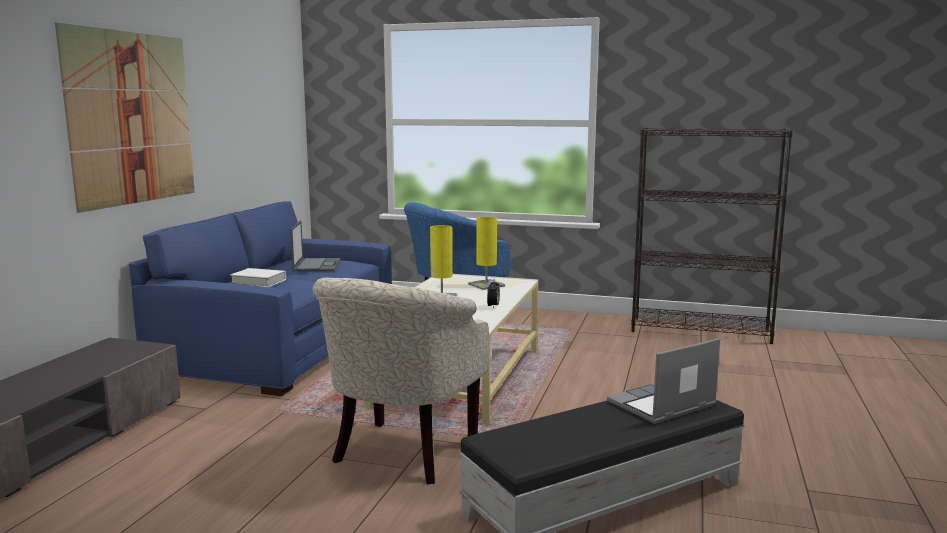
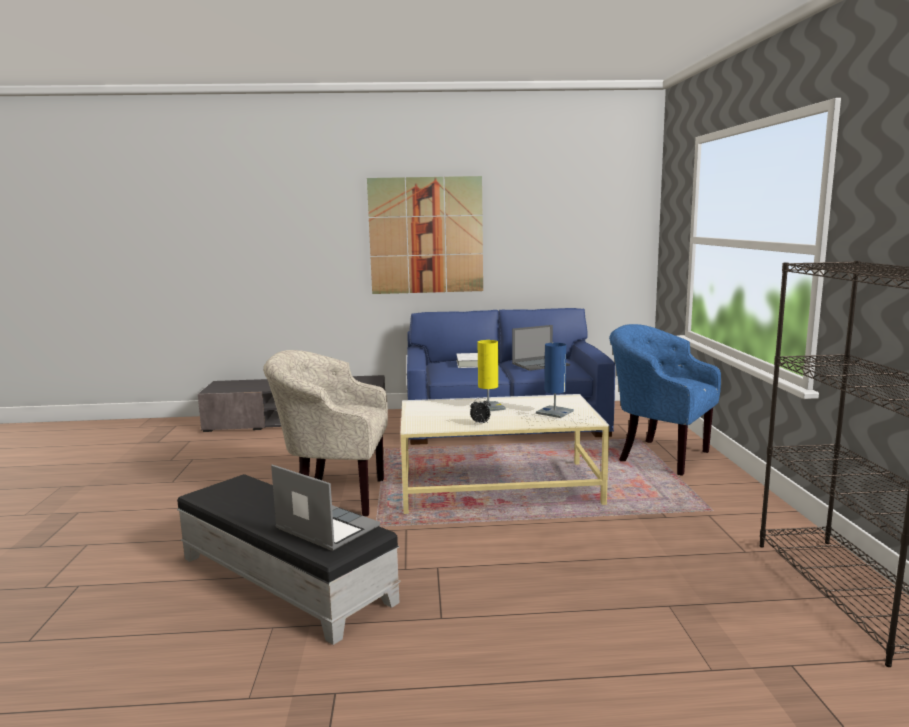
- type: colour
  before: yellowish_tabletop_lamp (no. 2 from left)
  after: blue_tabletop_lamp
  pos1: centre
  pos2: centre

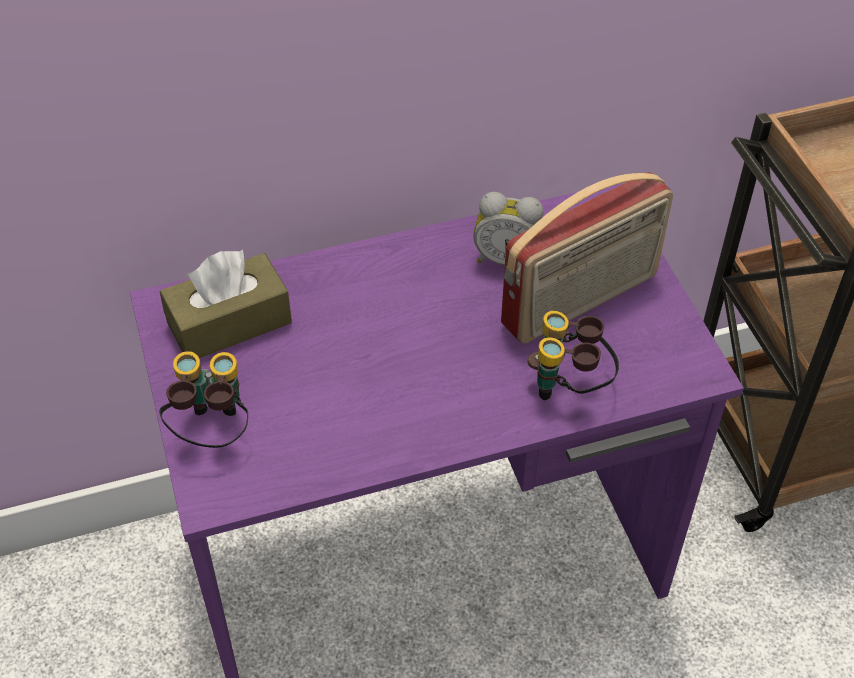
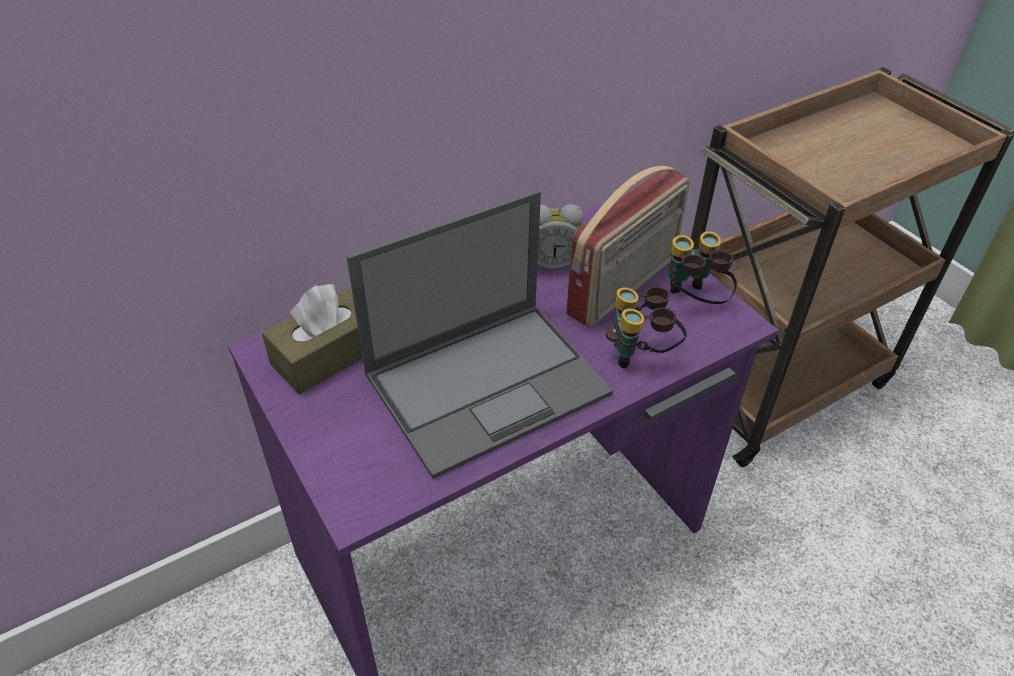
- type: relocated
  before: pair_of_binoculars (no. 1 from left in the first image)
  after: pair_of_binoculars (no. 2 from left)
  pos1: middle left
  pos2: middle right
- type: appeared
  after: laptop
  pos2: centre

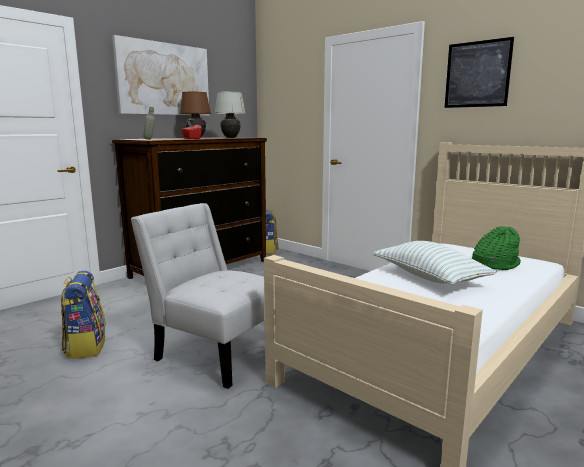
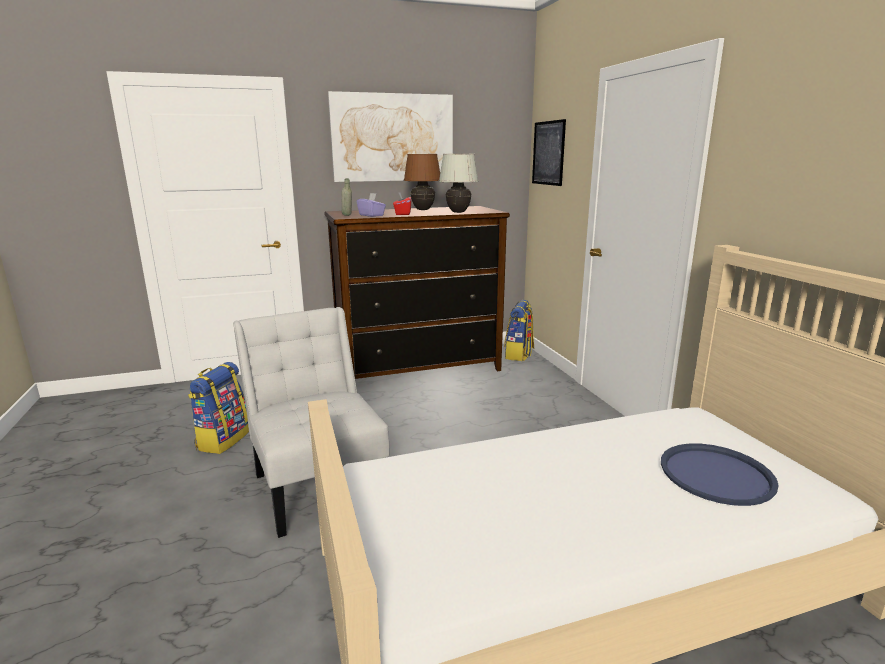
- type: relocated
  before: wall_picture (no. 2 from left)
  pos1: top right
  pos2: top centre
- type: exchanged
  before: green_wearable_hat
  after: blue_carrying_tray
  pos1: middle right
  pos2: bottom right
- type: missing
  before: pillow
  pos1: middle right
- type: appeared
  after: purple_box_of_tissues
  pos2: top centre

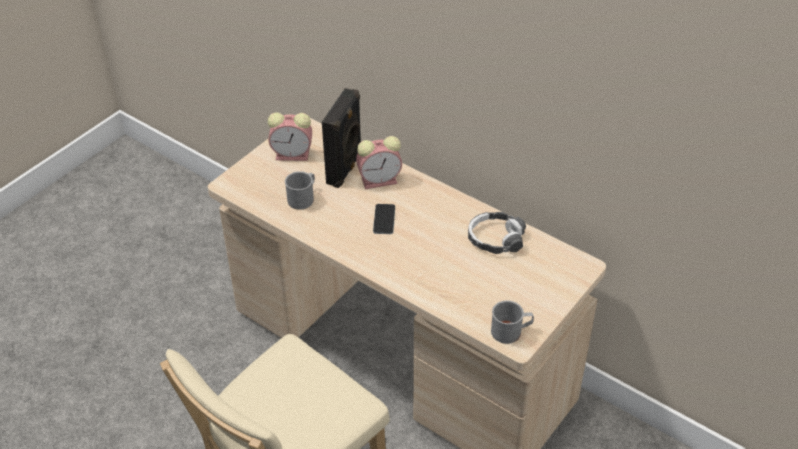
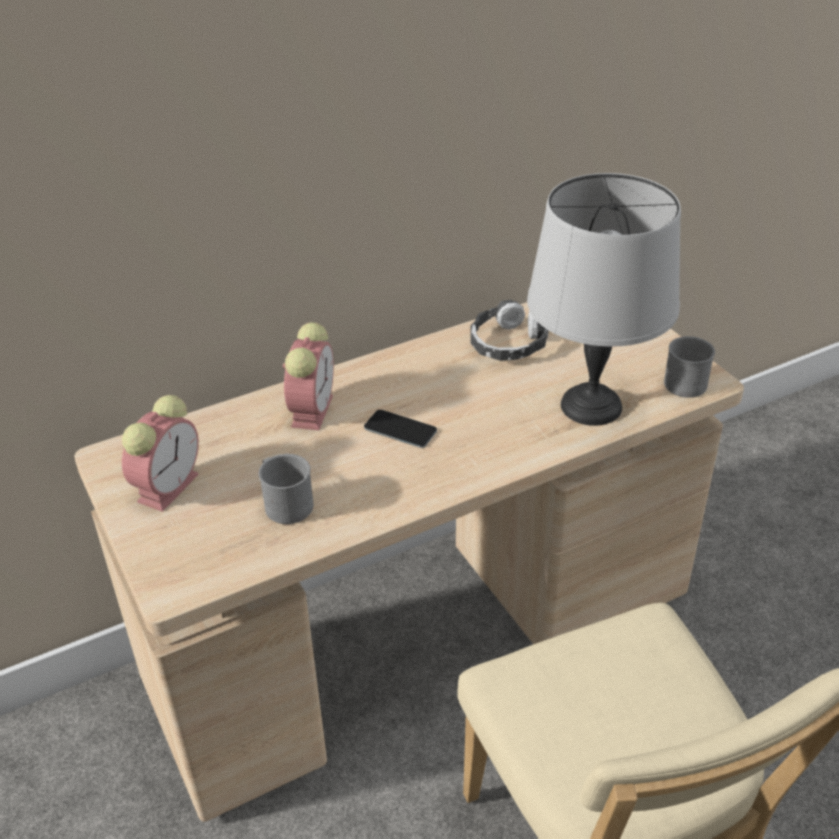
- type: missing
  before: black_speaker
  pos1: top centre
- type: appeared
  after: grey_tabletop_lamp
  pos2: middle right

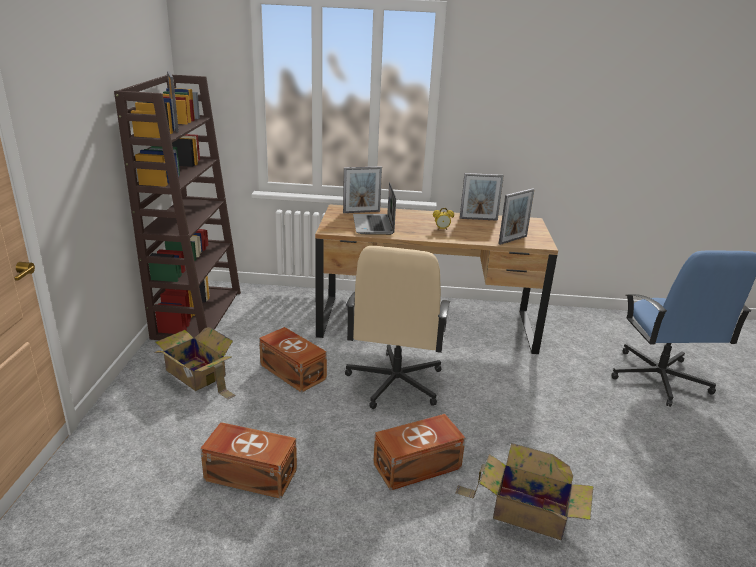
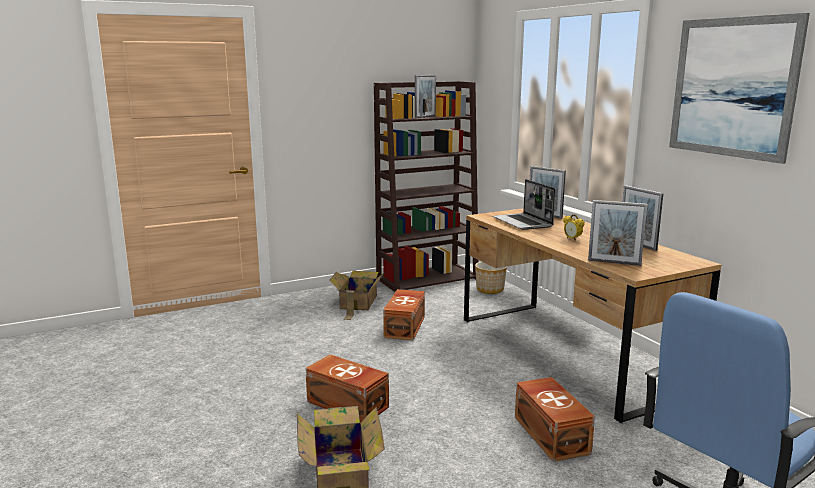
- type: spun
  before: laptop
  pos1: centre
  pos2: centre
  turn: -75
- type: missing
  before: beige-coloured_desk_chair
  pos1: centre
- type: relocated
  before: brownish_storage_box (no. 1 from left in the first image)
  after: brownish_storage_box (no. 3 from left)
  pos1: bottom left
  pos2: bottom right
- type: appeared
  after: wall_picture
  pos2: top right
- type: appeared
  after: planter
  pos2: centre

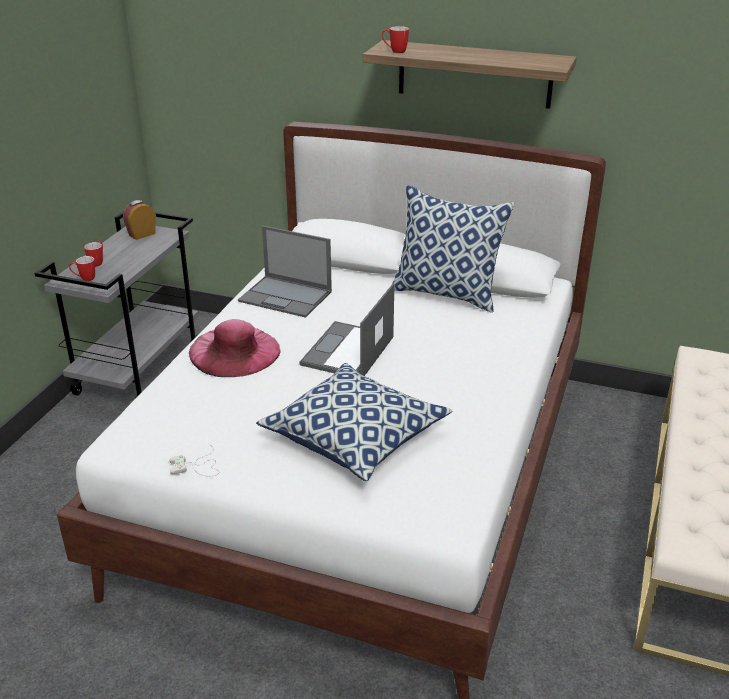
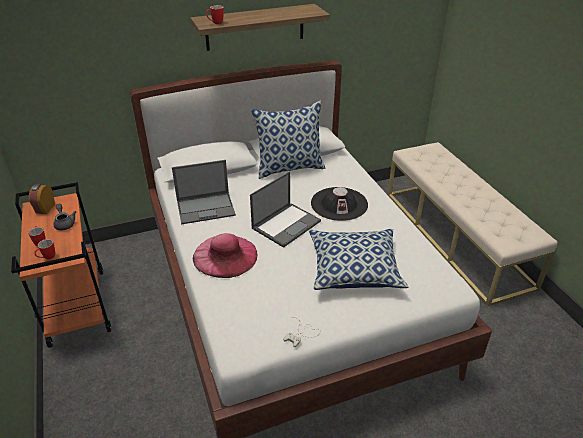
- type: colour
  before: grey_trolley
  after: orange-coloured_trolley
  pos1: middle left
  pos2: middle left
- type: spun
  before: laptop (no. 2 from left)
  pos1: centre
  pos2: centre
  turn: -120
- type: appeared
  after: black_wearable_hat
  pos2: centre
- type: appeared
  after: grey_teapot
  pos2: middle left

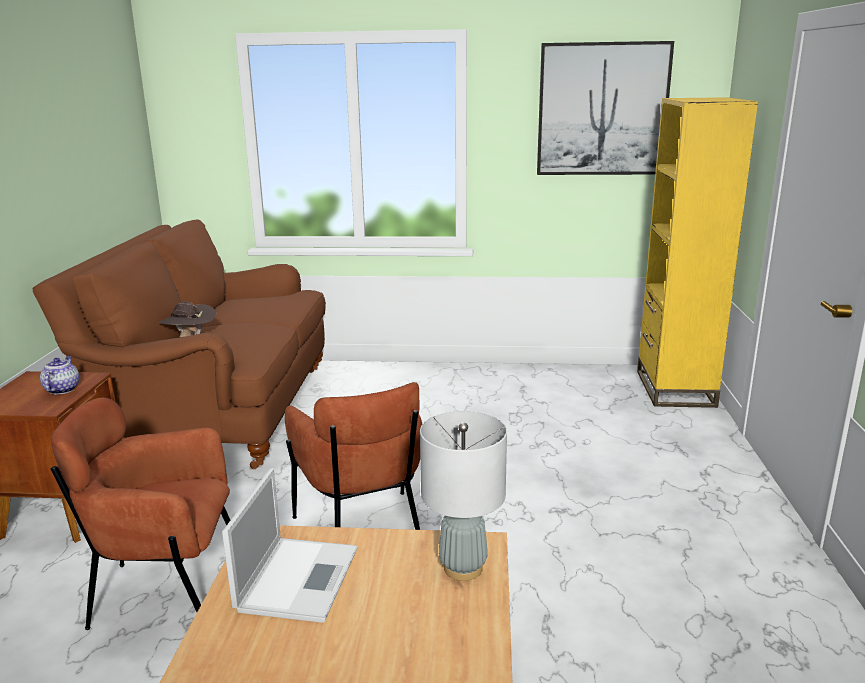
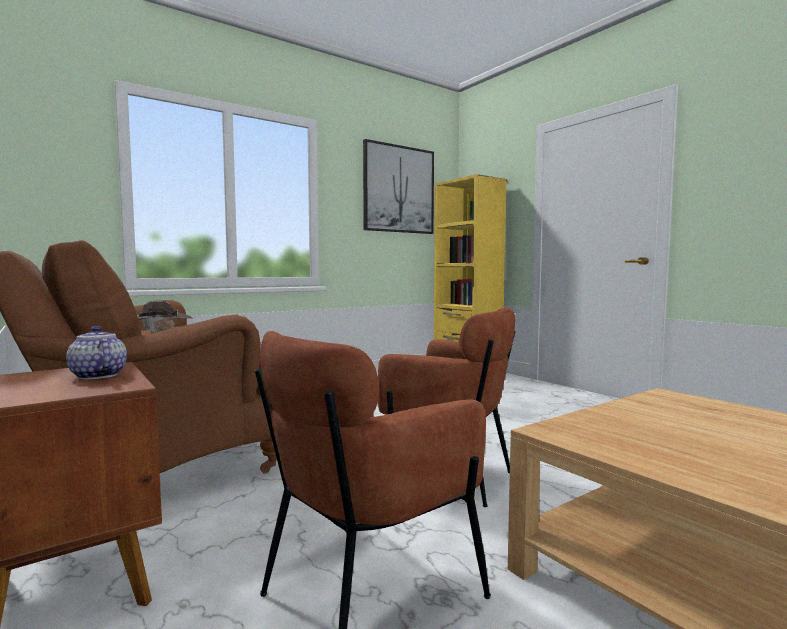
- type: missing
  before: grey_tabletop_lamp
  pos1: bottom centre
- type: missing
  before: laptop
  pos1: bottom centre

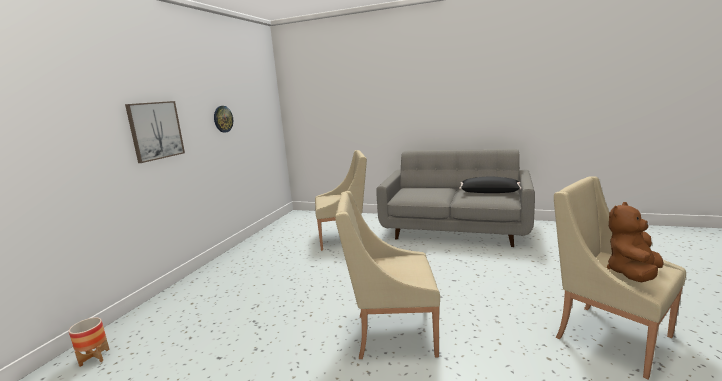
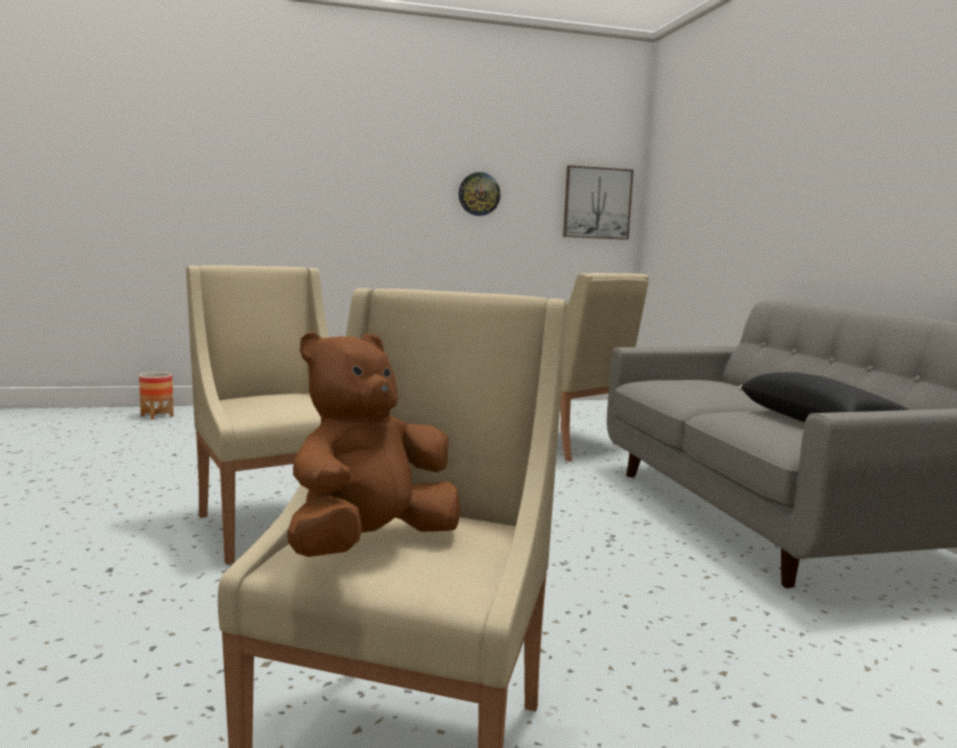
- type: relocated
  before: wall_picture
  pos1: middle left
  pos2: top centre
- type: spun
  before: brownish_plush_toy
  pos1: middle right
  pos2: centre
  turn: -60

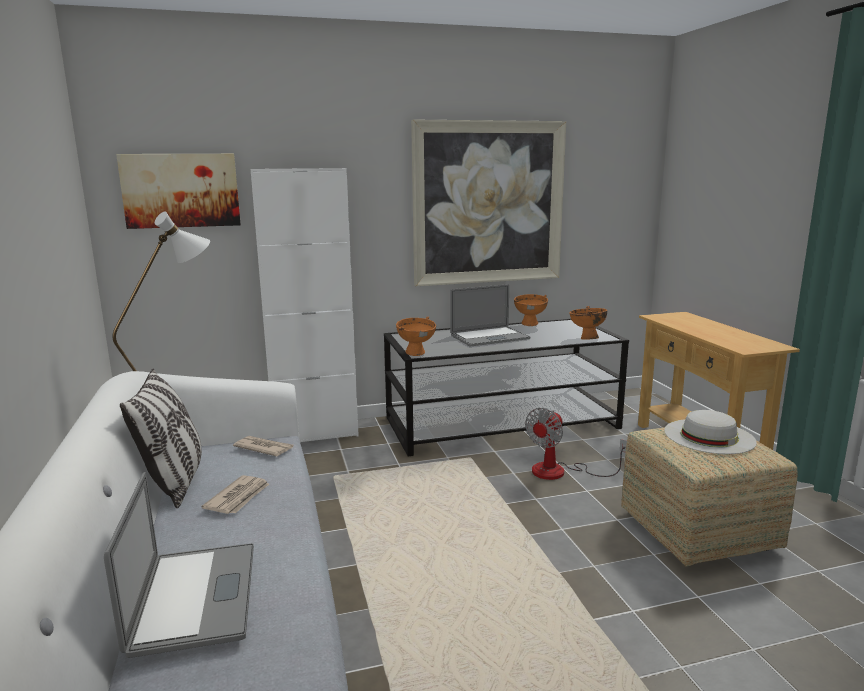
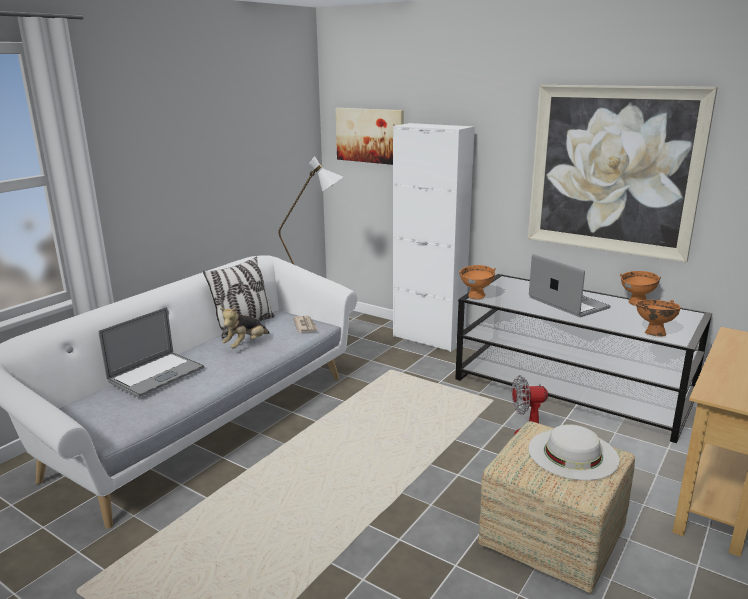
- type: spun
  before: laptop (no. 2 from left)
  pos1: centre
  pos2: middle right
  turn: -150
- type: exchanged
  before: daily_paper (no. 1 from left)
  after: plush_toy
  pos1: bottom left
  pos2: middle left

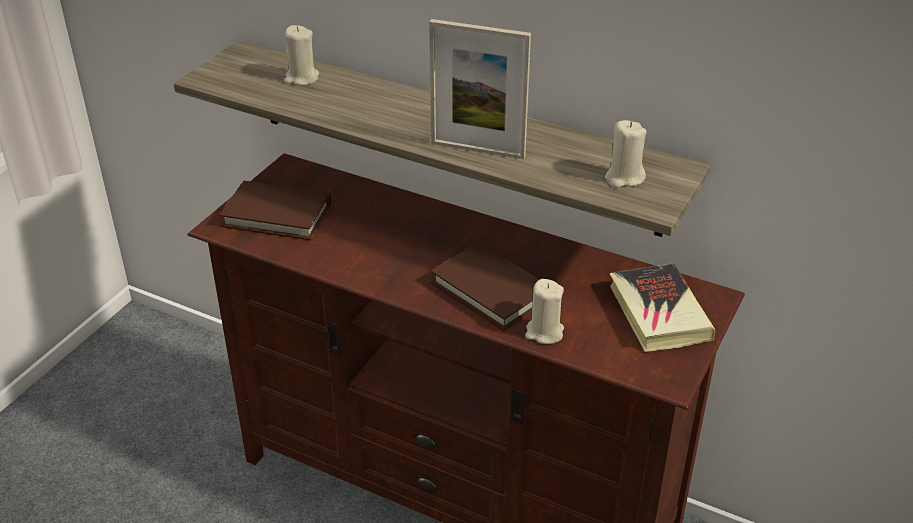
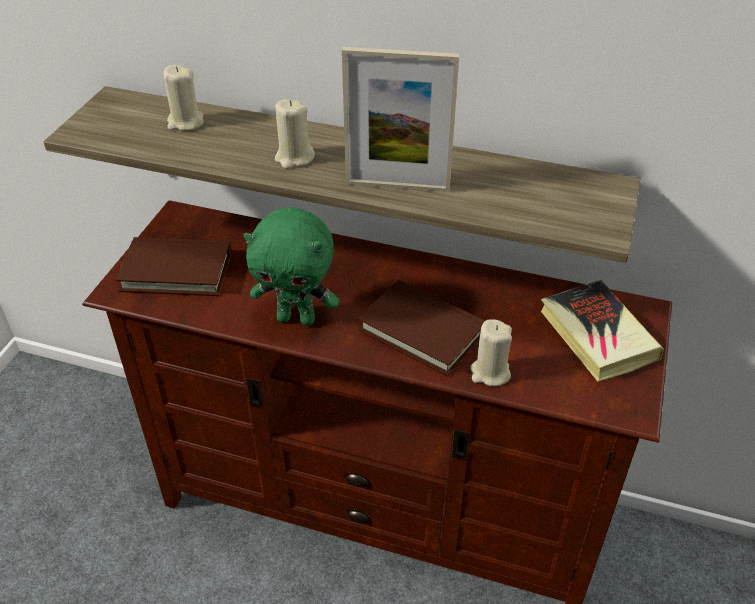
- type: relocated
  before: beige-coloured_wax_light (no. 3 from left in the first image)
  after: beige-coloured_wax_light (no. 2 from left)
  pos1: top right
  pos2: top centre
- type: appeared
  after: green_plush_toy
  pos2: centre

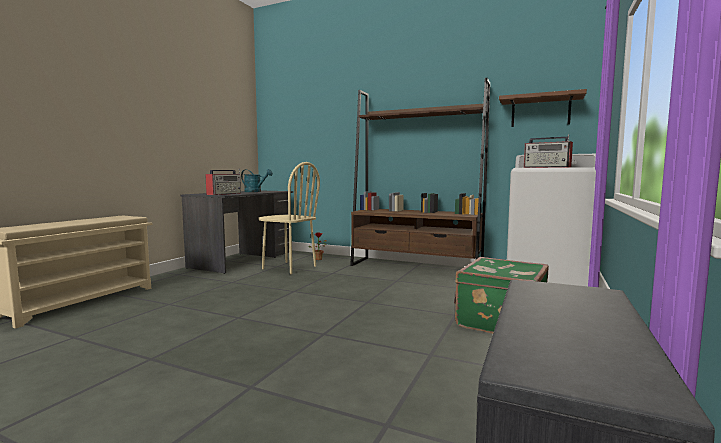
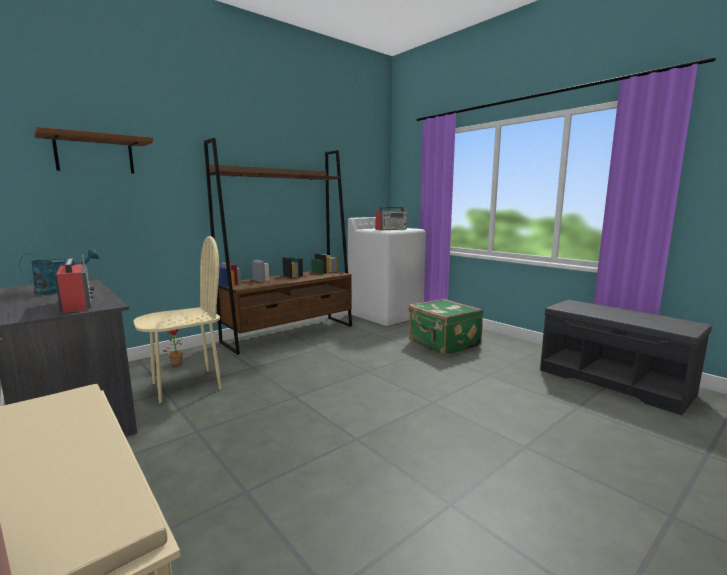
- type: relocated
  before: brownish_shelf
  pos1: top right
  pos2: top left

